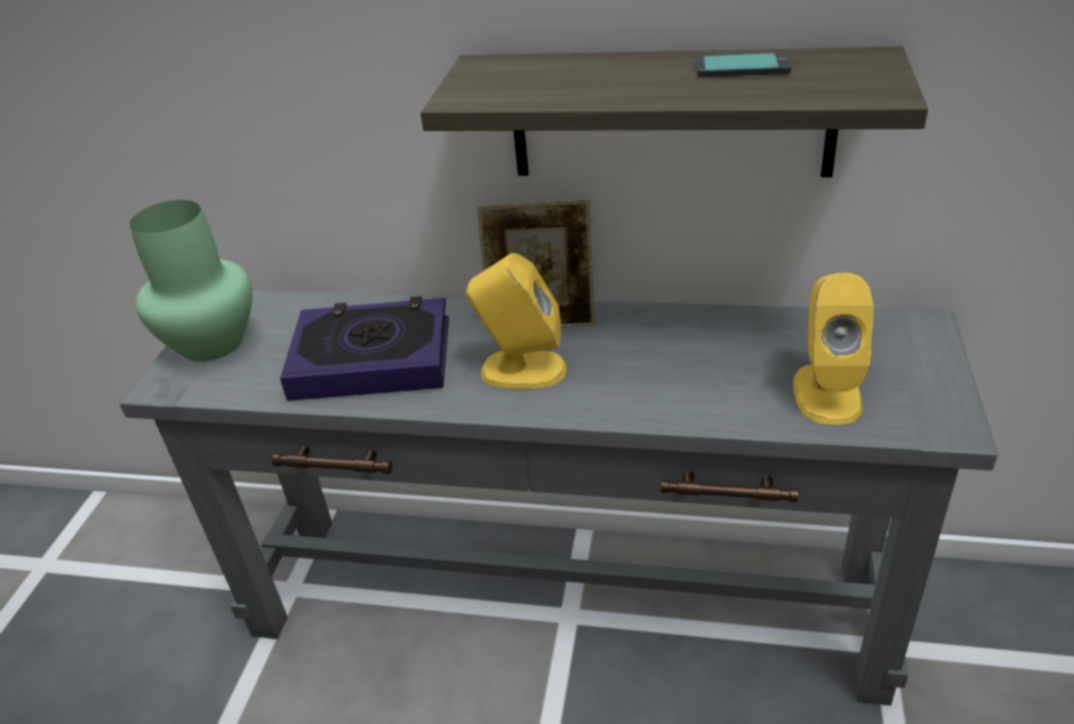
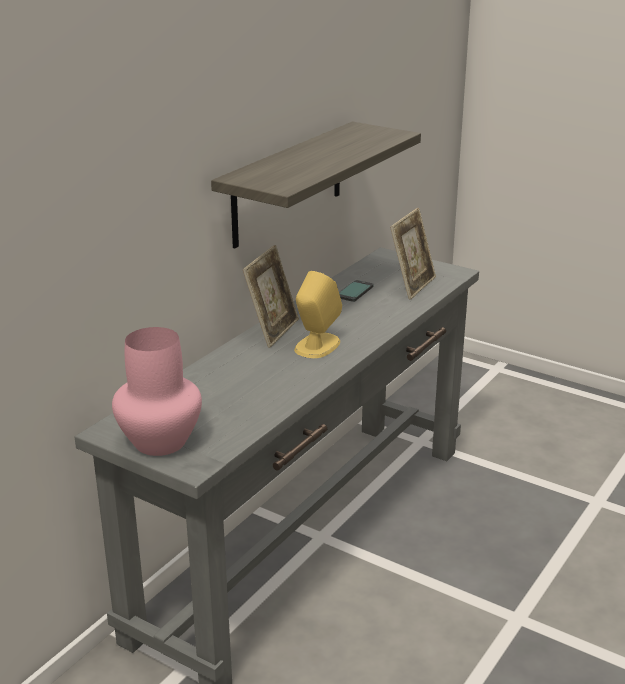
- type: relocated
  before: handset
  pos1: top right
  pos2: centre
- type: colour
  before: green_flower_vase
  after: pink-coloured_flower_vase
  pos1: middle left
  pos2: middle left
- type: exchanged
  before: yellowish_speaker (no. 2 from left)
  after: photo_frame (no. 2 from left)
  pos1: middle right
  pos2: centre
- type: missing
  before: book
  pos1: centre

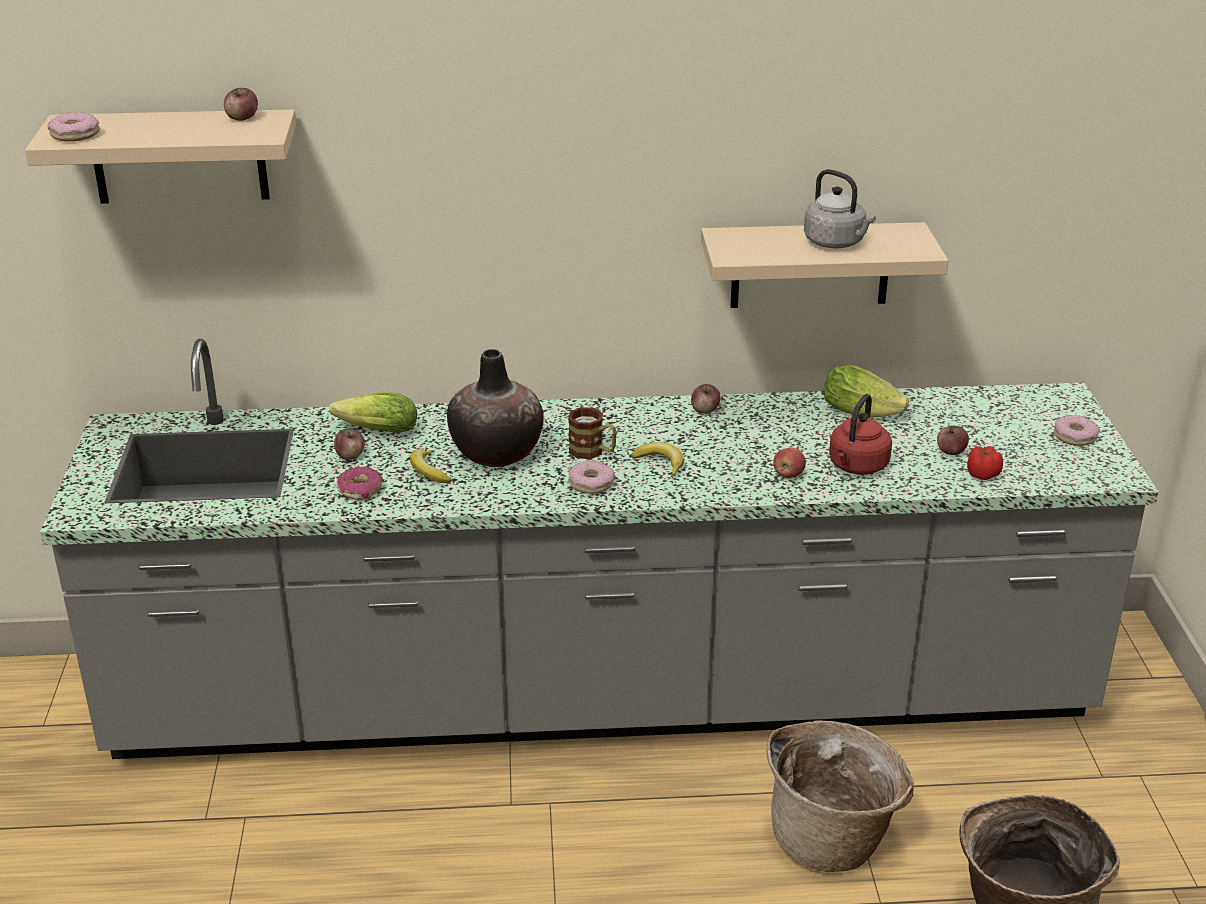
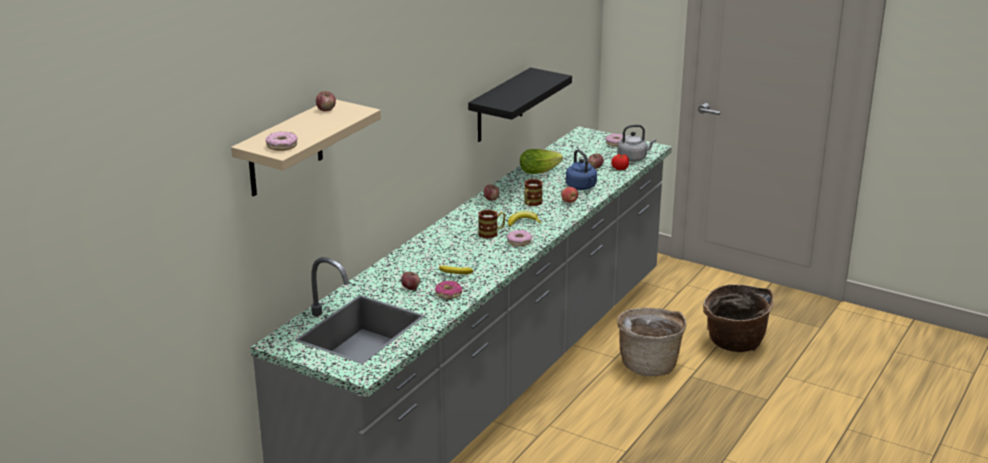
- type: relocated
  before: grey_tea_kettle
  pos1: top right
  pos2: top centre
- type: colour
  before: beige-coloured_shelf (no. 2 from left)
  after: black_shelf
  pos1: top right
  pos2: top centre
- type: missing
  before: flower_vase
  pos1: centre
- type: missing
  before: lettuce_head (no. 1 from left)
  pos1: middle left
- type: colour
  before: red-coloured_tea_kettle
  after: blue_tea_kettle
  pos1: middle right
  pos2: centre
- type: appeared
  after: coffee_mug (no. 2 from left)
  pos2: centre

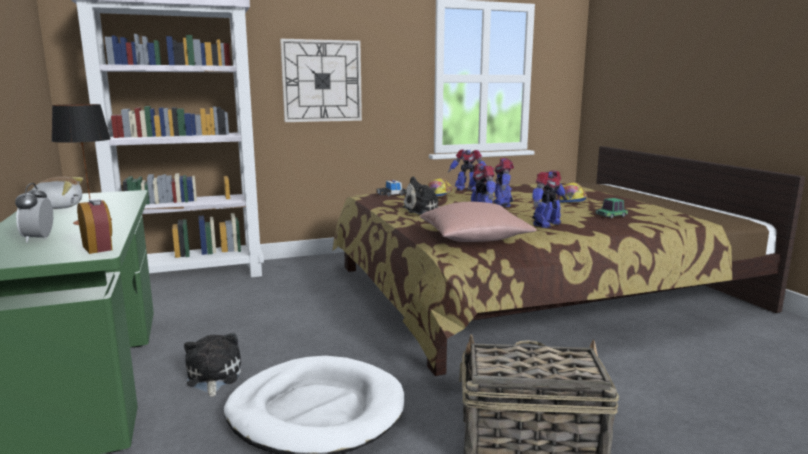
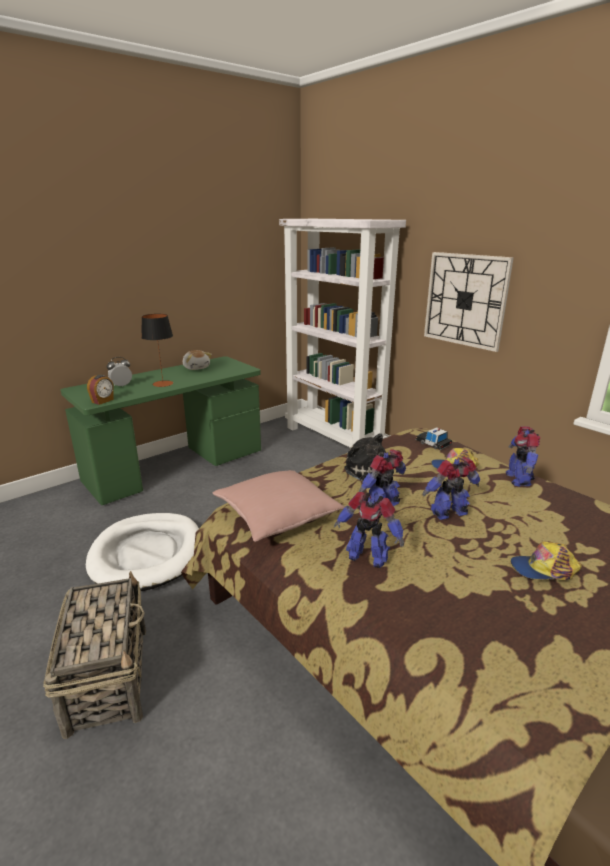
- type: missing
  before: miniature_car (no. 2 from left)
  pos1: middle right
- type: missing
  before: plush_toy (no. 2 from left)
  pos1: bottom left

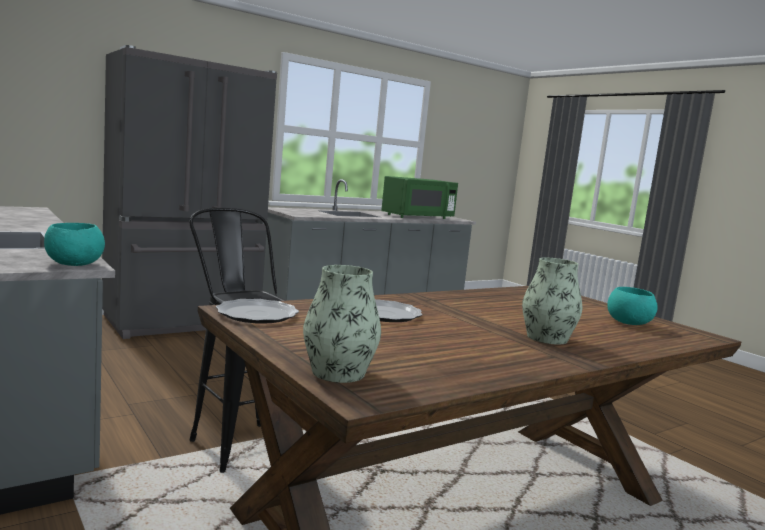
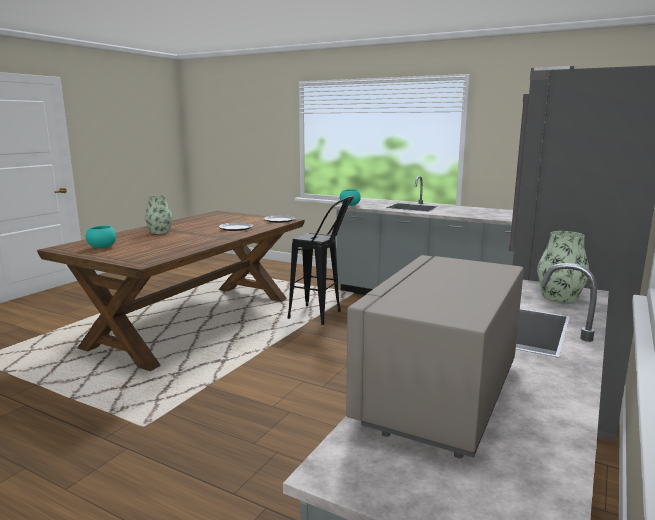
- type: colour
  before: green_kitchen_microwave
  after: grey_kitchen_microwave
  pos1: centre
  pos2: bottom centre
- type: relocated
  before: flower_vase (no. 1 from left in the first image)
  after: flower_vase (no. 2 from left)
  pos1: centre
  pos2: middle right

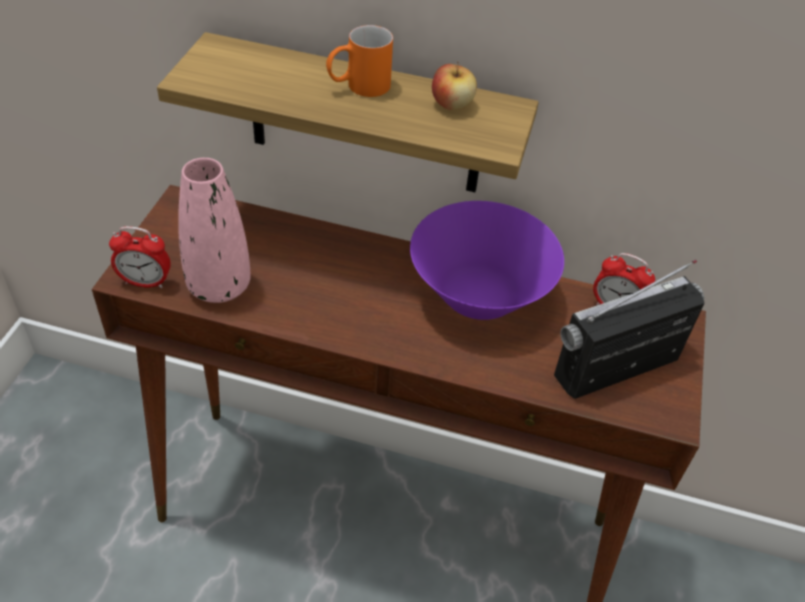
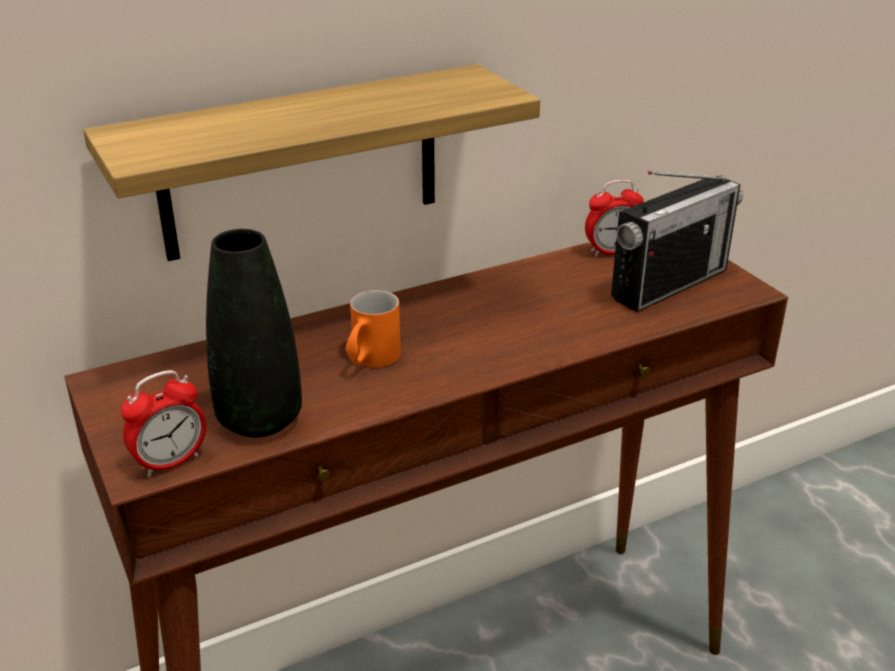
- type: relocated
  before: orange-coloured_coffee_mug
  pos1: top centre
  pos2: centre
- type: missing
  before: whole_apple
  pos1: top centre
- type: colour
  before: pink-coloured_flower_vase
  after: black_flower_vase
  pos1: middle left
  pos2: middle left
- type: missing
  before: purple_deep_dish
  pos1: centre
- type: spun
  before: radio
  pos1: middle right
  pos2: middle right
  turn: -150

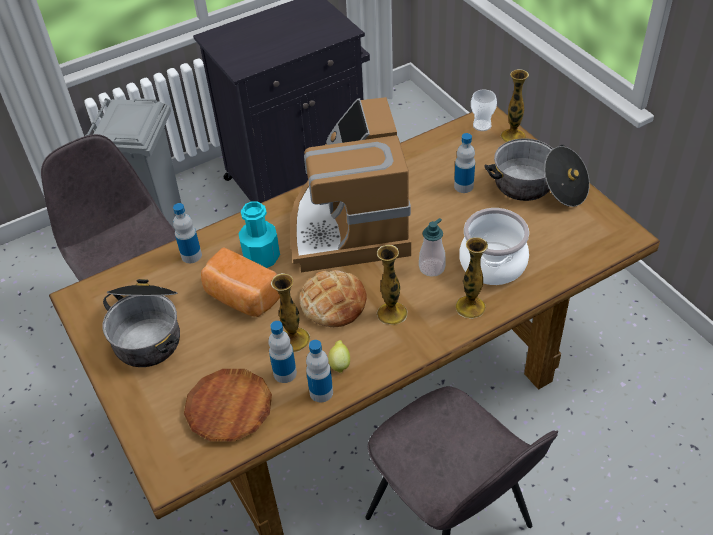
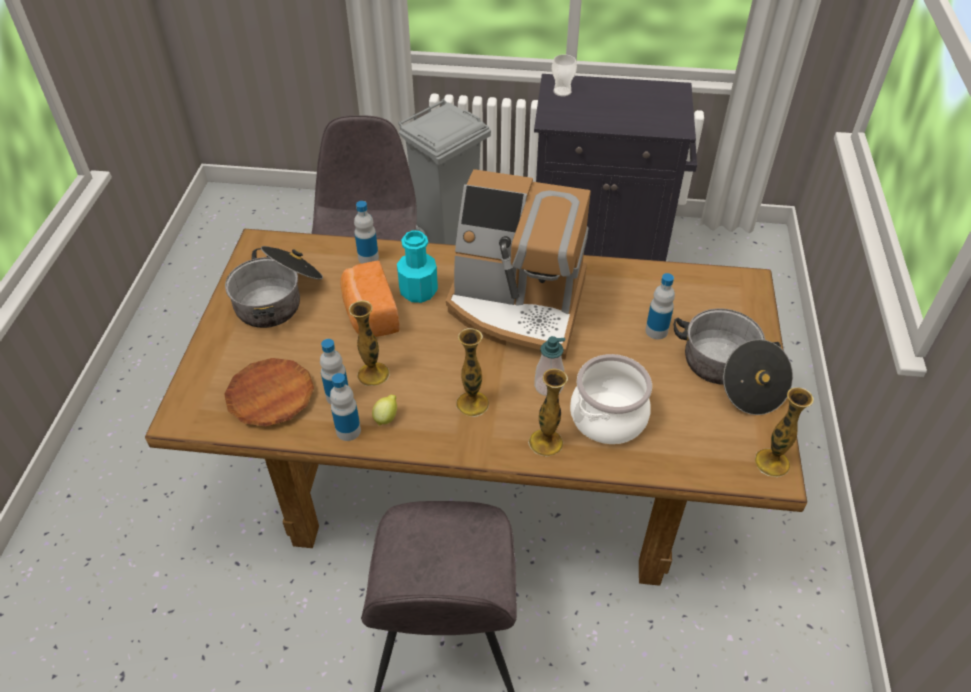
- type: relocated
  before: flower_vase (no. 4 from left)
  pos1: top right
  pos2: middle right
- type: relocated
  before: cup
  pos1: top right
  pos2: top centre
- type: spun
  before: coffee_maker
  pos1: centre
  pos2: centre
  turn: -105
- type: missing
  before: baked_bread (no. 2 from left)
  pos1: centre

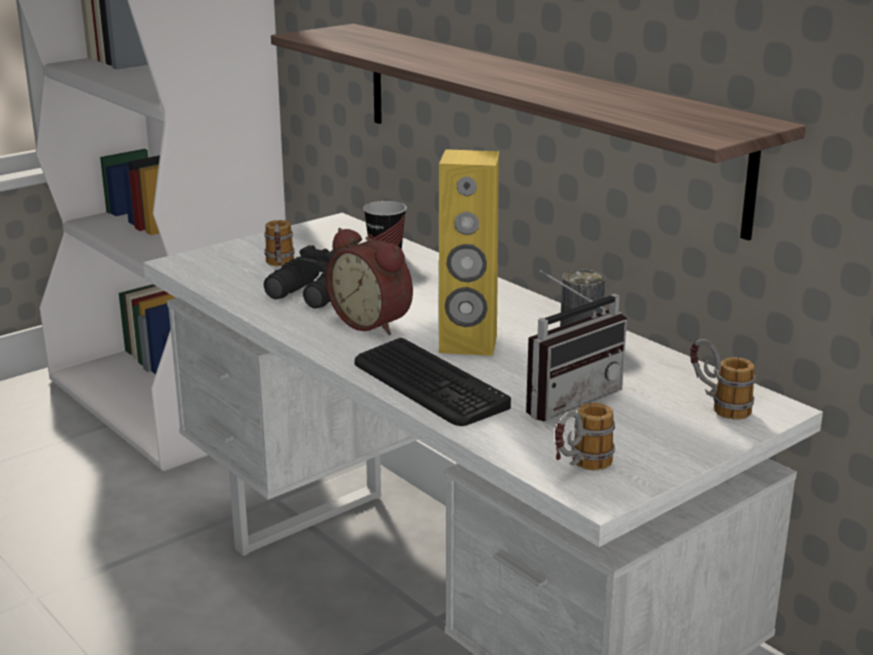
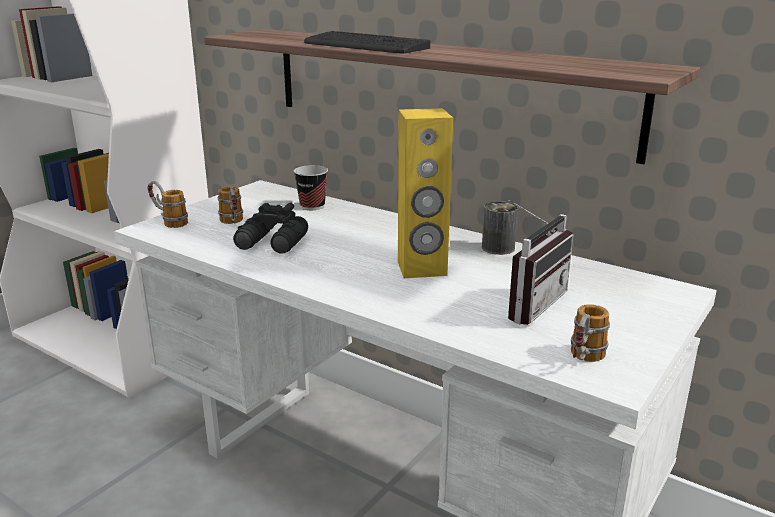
- type: missing
  before: alarm_clock
  pos1: centre
- type: relocated
  before: computer_keyboard
  pos1: centre
  pos2: top centre
- type: relocated
  before: coffee_mug (no. 3 from left in the first image)
  after: coffee_mug (no. 1 from left)
  pos1: middle right
  pos2: middle left

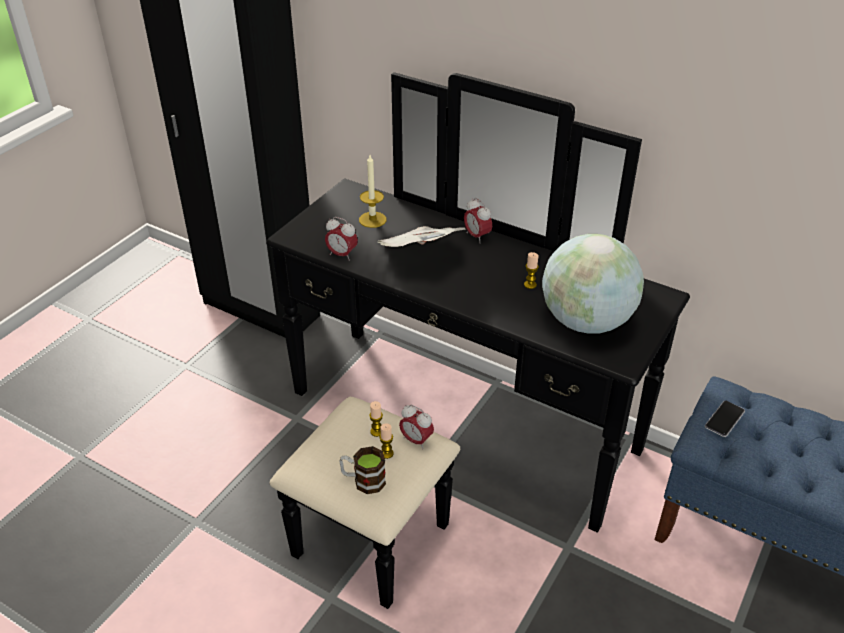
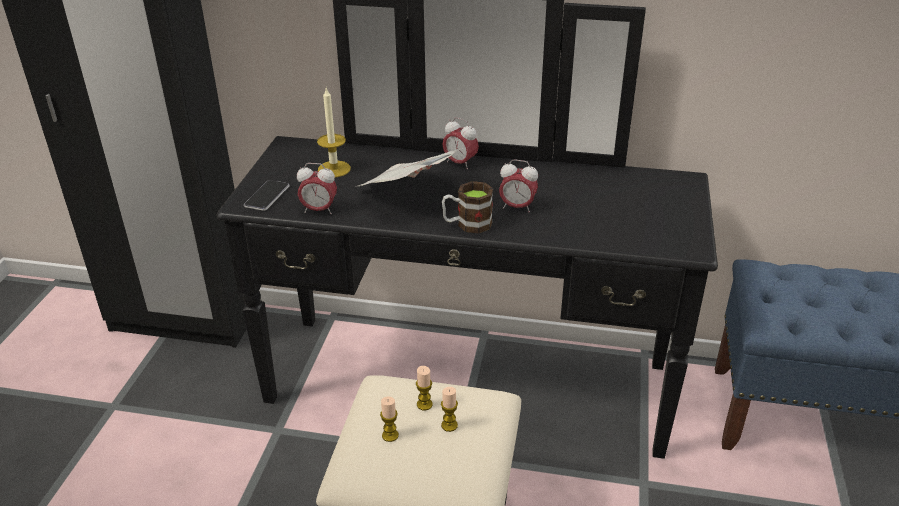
- type: missing
  before: desk_globe
  pos1: middle right
- type: relocated
  before: wax_light (no. 4 from left in the first image)
  after: wax_light (no. 2 from left)
  pos1: centre
  pos2: bottom centre
- type: relocated
  before: handset
  pos1: middle right
  pos2: middle left
- type: relocated
  before: alarm_clock (no. 2 from left in the first image)
  after: alarm_clock (no. 3 from left)
  pos1: bottom centre
  pos2: centre
- type: relocated
  before: coffee_mug
  pos1: bottom centre
  pos2: centre

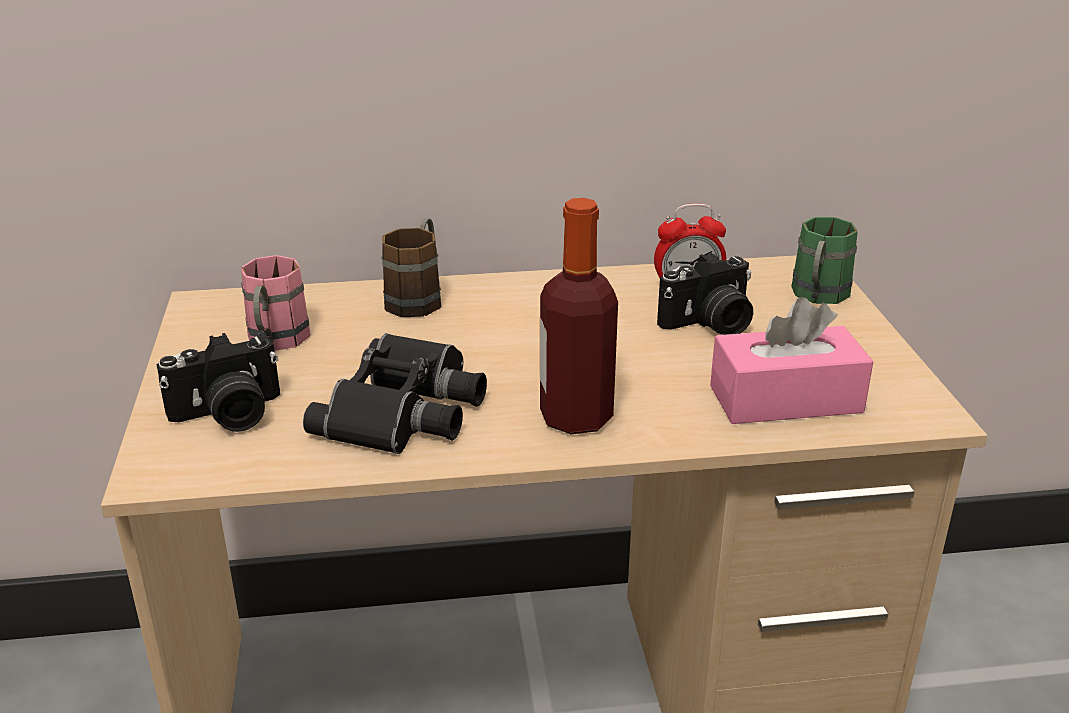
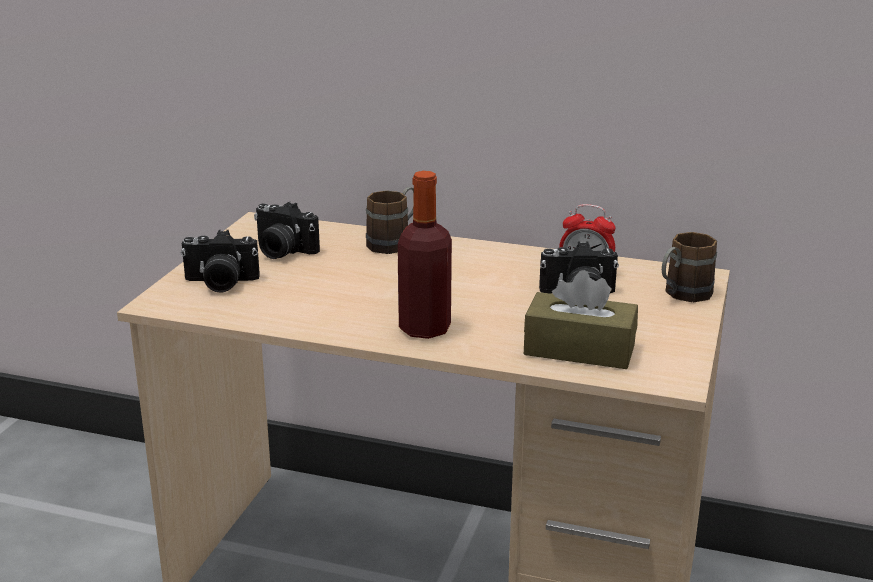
- type: colour
  before: green_coffee_mug
  after: brownish_coffee_mug (no. 2 from left)
  pos1: middle right
  pos2: middle right
- type: exchanged
  before: pink-coloured_coffee_mug
  after: still_camera (no. 2 from left)
  pos1: middle left
  pos2: middle left
- type: colour
  before: pink-coloured_box_of_tissues
  after: brownish_box_of_tissues
  pos1: middle right
  pos2: centre
- type: missing
  before: black_pair_of_binoculars
  pos1: centre

